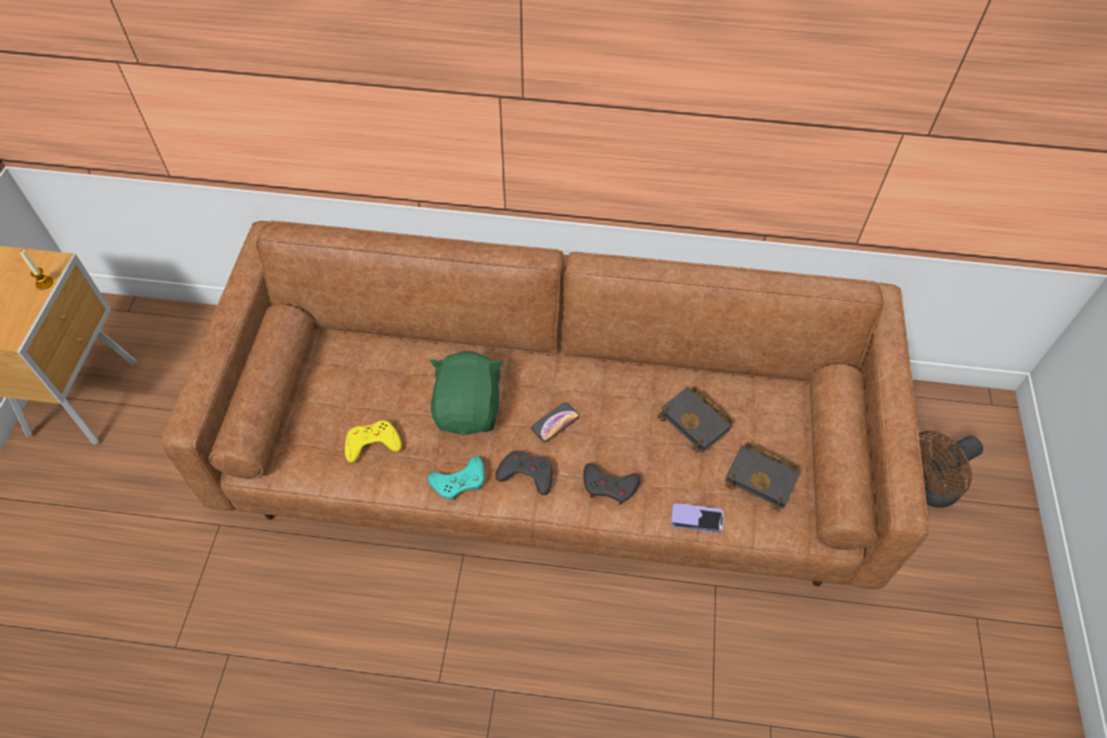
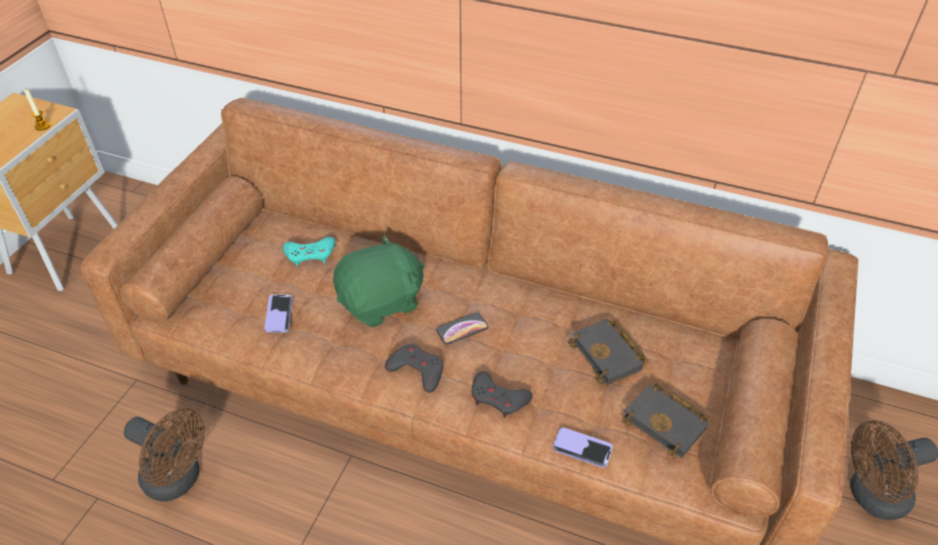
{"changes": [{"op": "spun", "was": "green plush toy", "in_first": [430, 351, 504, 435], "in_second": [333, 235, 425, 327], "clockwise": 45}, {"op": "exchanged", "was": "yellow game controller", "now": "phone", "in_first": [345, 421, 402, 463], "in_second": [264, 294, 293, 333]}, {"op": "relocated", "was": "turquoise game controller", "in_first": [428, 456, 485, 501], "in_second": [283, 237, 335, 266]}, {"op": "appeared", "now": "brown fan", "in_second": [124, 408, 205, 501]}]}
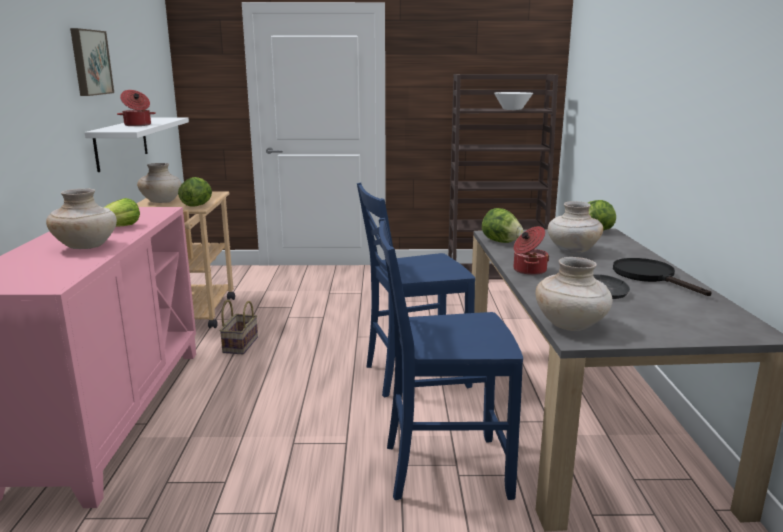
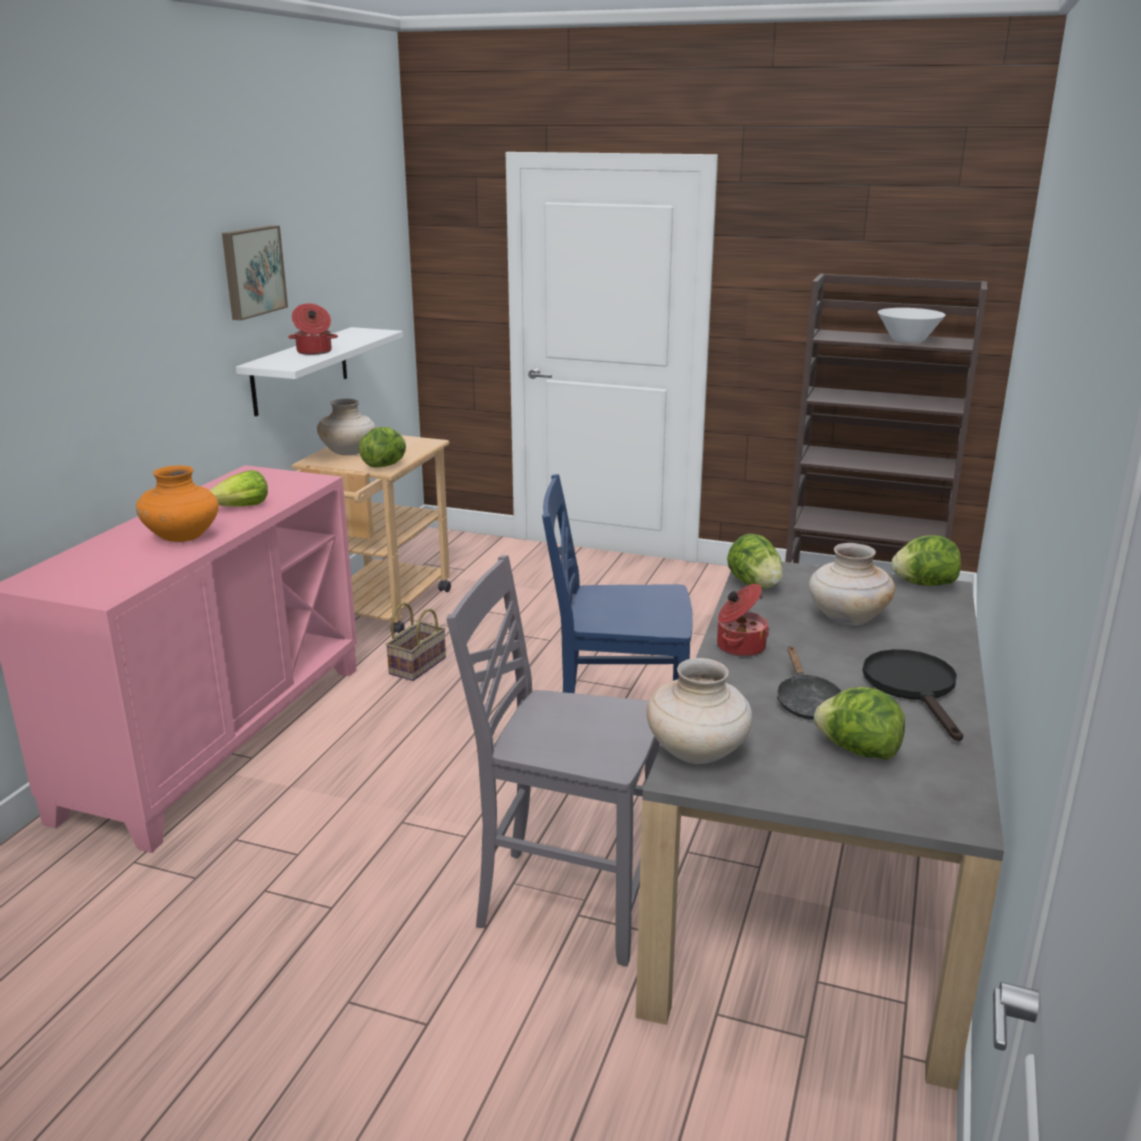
{"changes": [{"op": "colour", "was": "beige vase", "now": "orange vase", "in_first": [46, 189, 117, 249], "in_second": [136, 465, 219, 542]}, {"op": "colour", "was": "blue chair", "now": "grey chair", "in_first": [379, 218, 523, 500], "in_second": [446, 555, 660, 966]}, {"op": "appeared", "now": "lettuce", "in_second": [814, 687, 905, 760]}]}
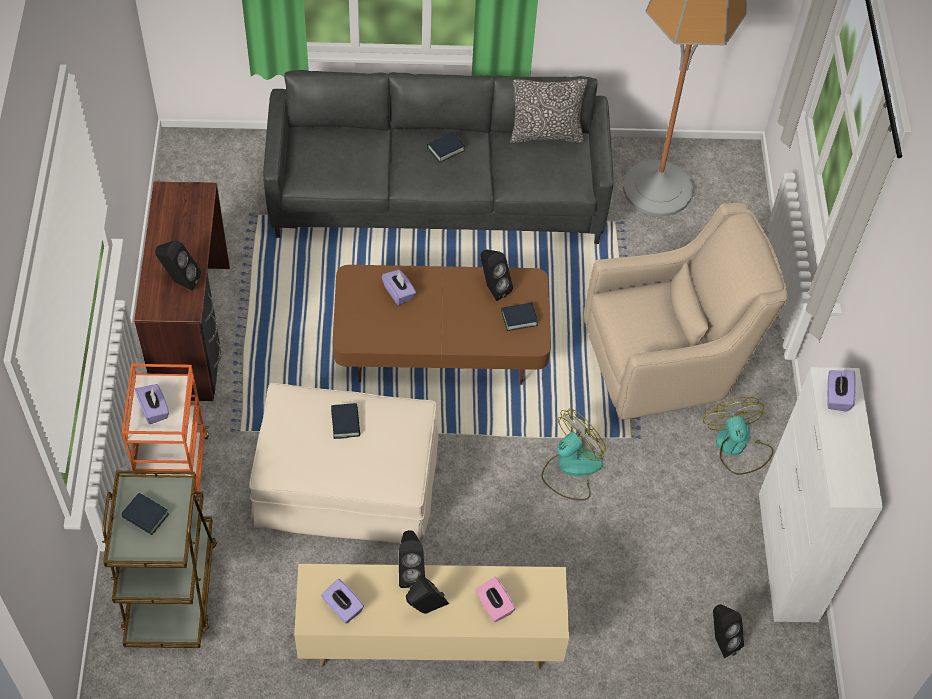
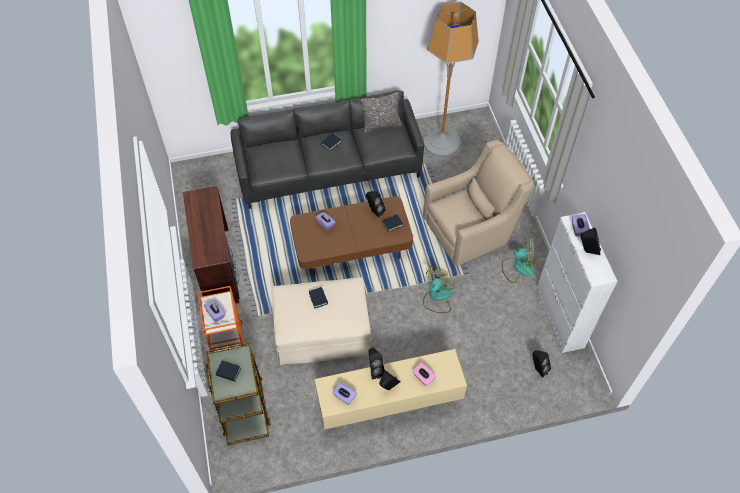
{"changes": [{"op": "relocated", "was": "black speaker", "in_first": [155, 240, 201, 291], "in_second": [581, 228, 601, 255]}, {"op": "spun", "was": "fan", "in_first": [703, 397, 774, 475], "in_second": [502, 236, 535, 283], "clockwise": 120}]}
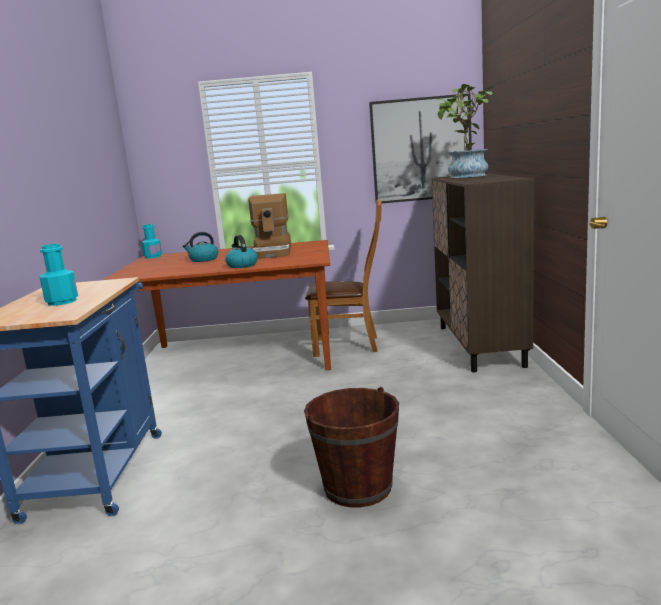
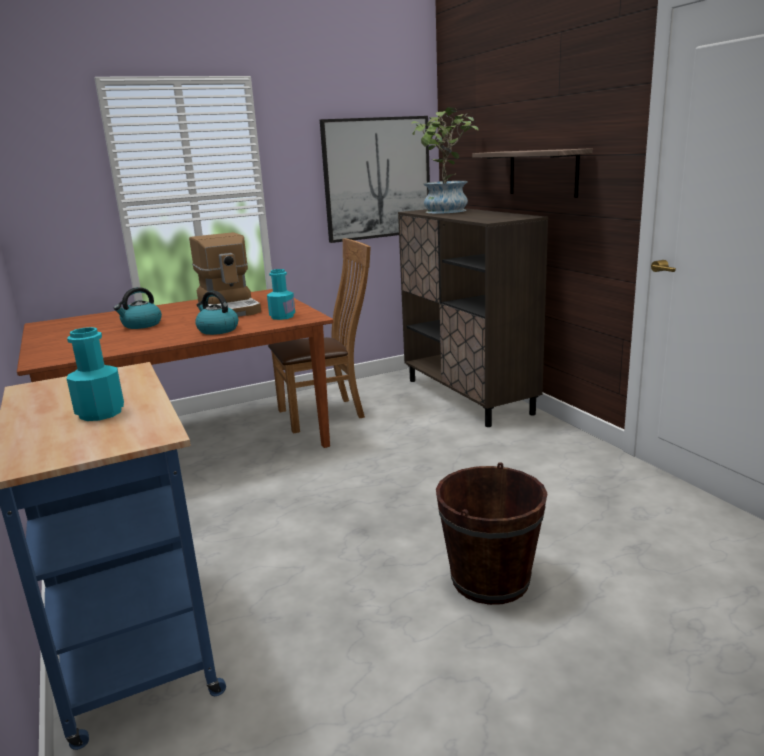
{"changes": [{"op": "relocated", "was": "turquoise bottle", "in_first": [141, 224, 162, 259], "in_second": [267, 269, 295, 320]}, {"op": "appeared", "now": "shelf", "in_second": [472, 148, 593, 198]}]}
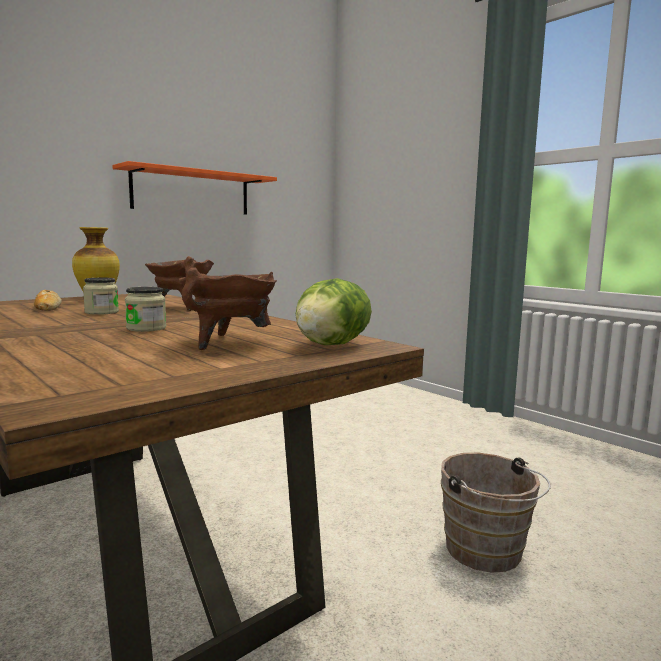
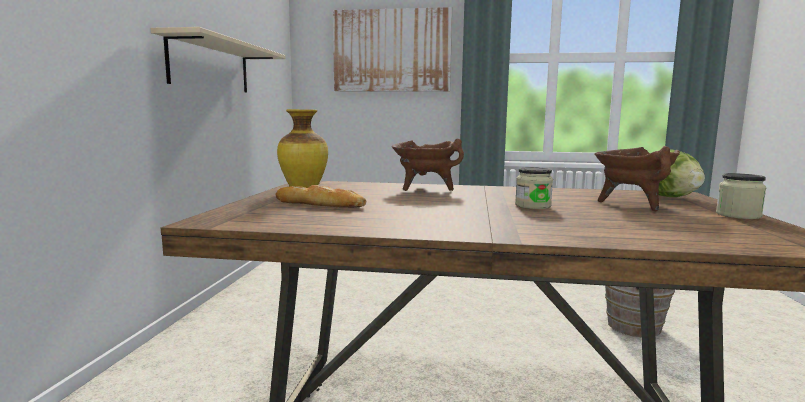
{"changes": [{"op": "colour", "was": "orange shelf", "now": "beige shelf", "in_first": [112, 161, 277, 215], "in_second": [151, 27, 286, 93]}, {"op": "relocated", "was": "jar", "in_first": [83, 278, 119, 315], "in_second": [716, 173, 767, 219]}, {"op": "appeared", "now": "picture", "in_second": [333, 7, 452, 92]}]}
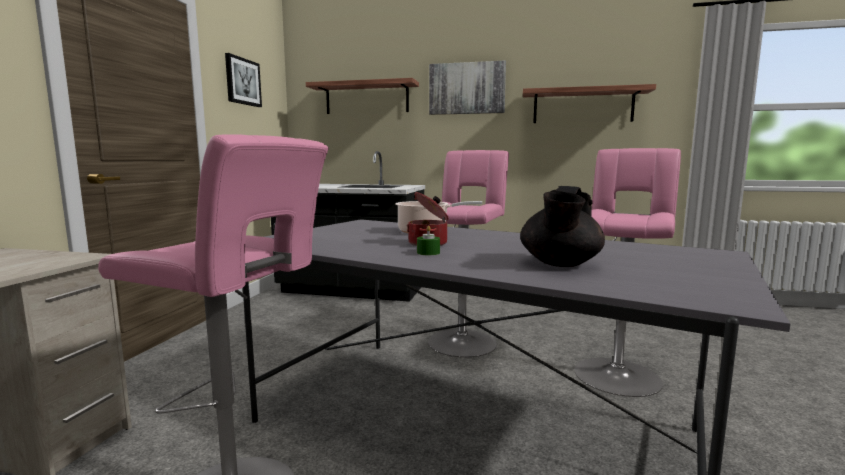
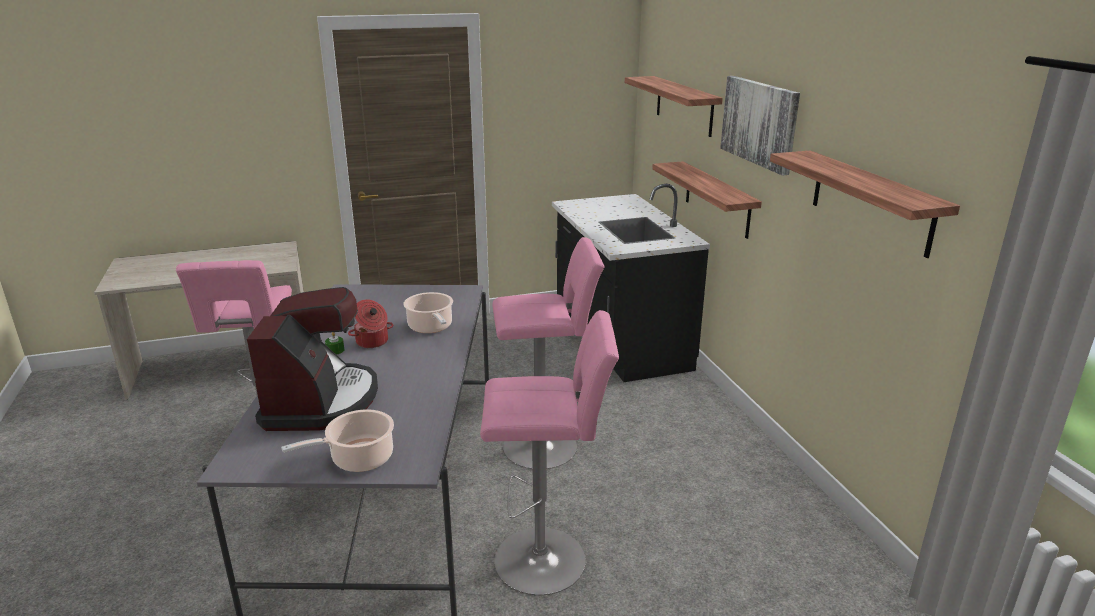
{"changes": [{"op": "missing", "was": "picture", "in_first": [225, 53, 262, 107]}, {"op": "exchanged", "was": "black teapot", "now": "coffee machine", "in_first": [520, 186, 605, 267], "in_second": [247, 287, 378, 431]}, {"op": "appeared", "now": "shelf", "in_second": [652, 161, 762, 239]}, {"op": "appeared", "now": "cooking pot", "in_second": [281, 409, 394, 472]}]}
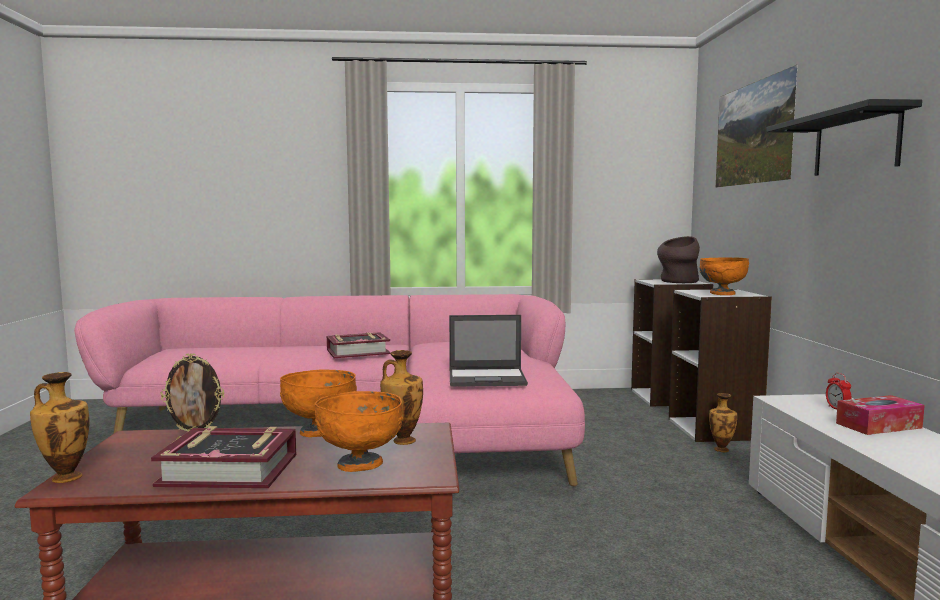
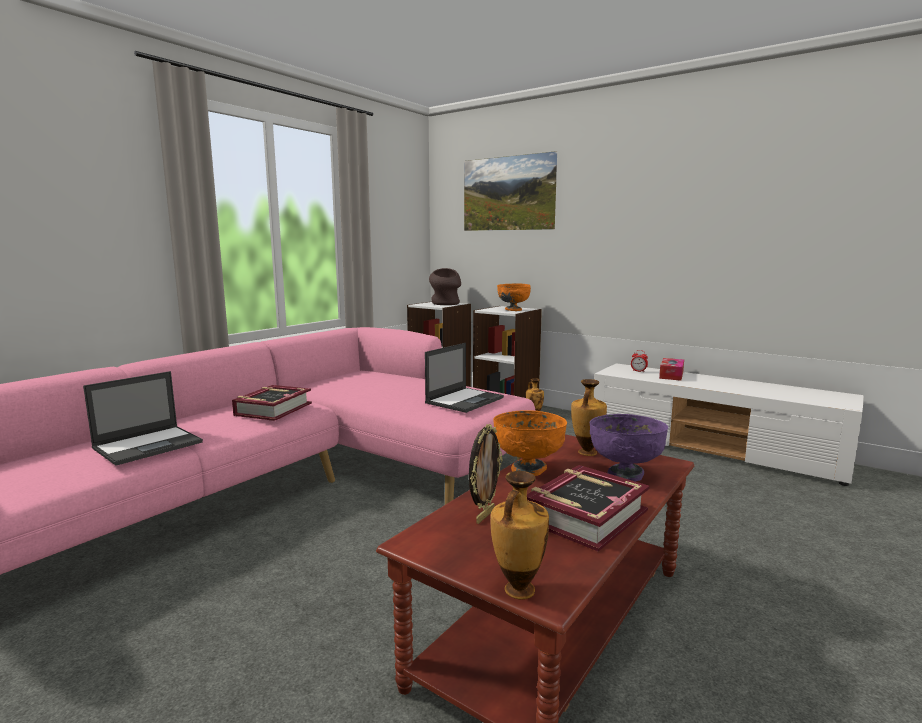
{"changes": [{"op": "missing", "was": "black shelf", "in_first": [766, 99, 922, 176]}, {"op": "colour", "was": "orange bowl", "now": "purple bowl", "in_first": [315, 391, 403, 472], "in_second": [590, 414, 668, 482]}, {"op": "appeared", "now": "laptop", "in_second": [83, 371, 203, 466]}]}
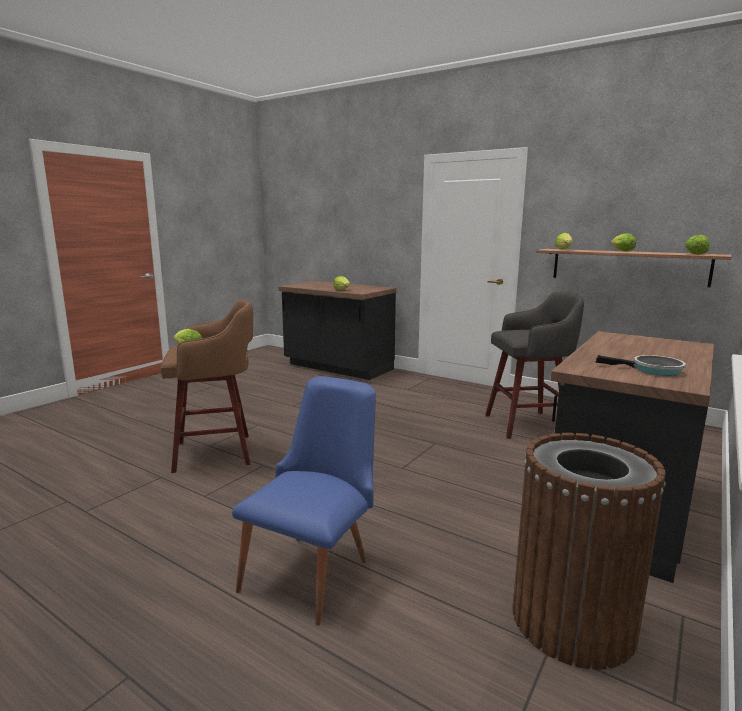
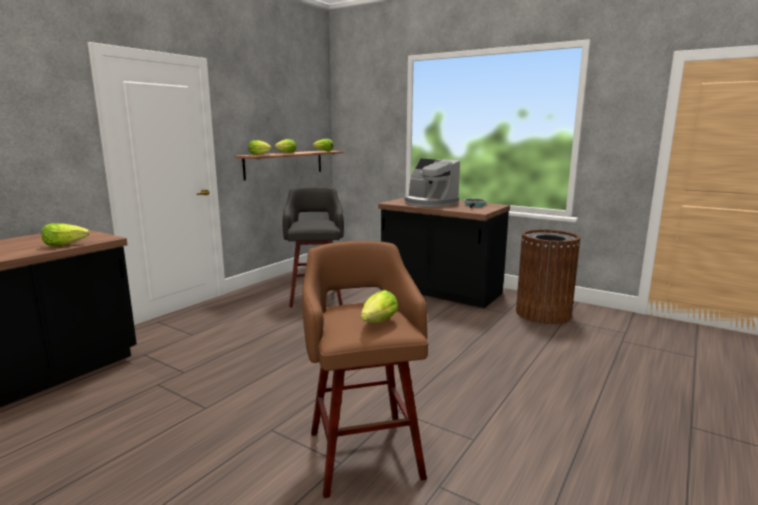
{"changes": [{"op": "missing", "was": "blue chair", "in_first": [232, 376, 376, 626]}, {"op": "appeared", "now": "coffee machine", "in_second": [404, 158, 460, 207]}]}
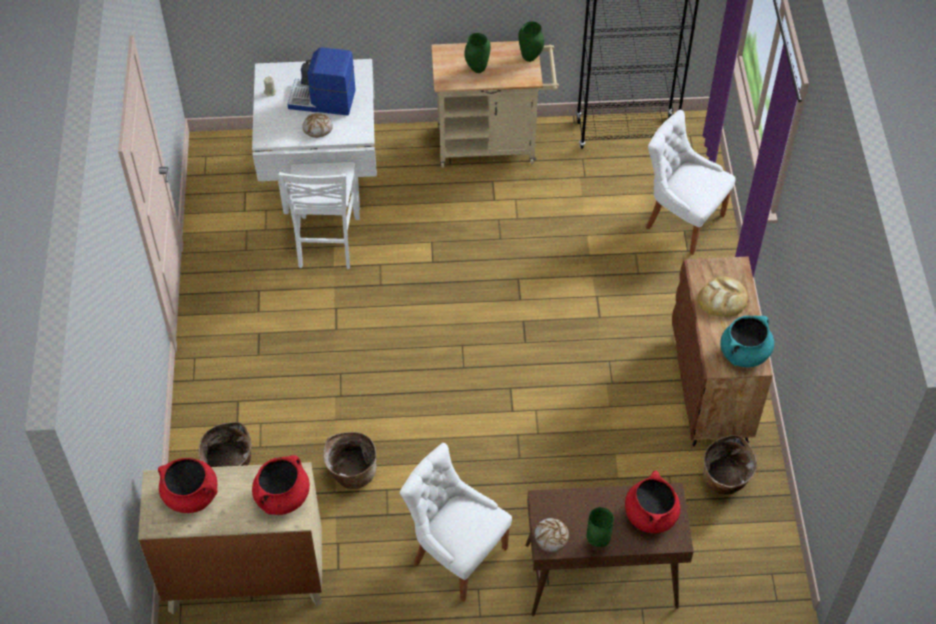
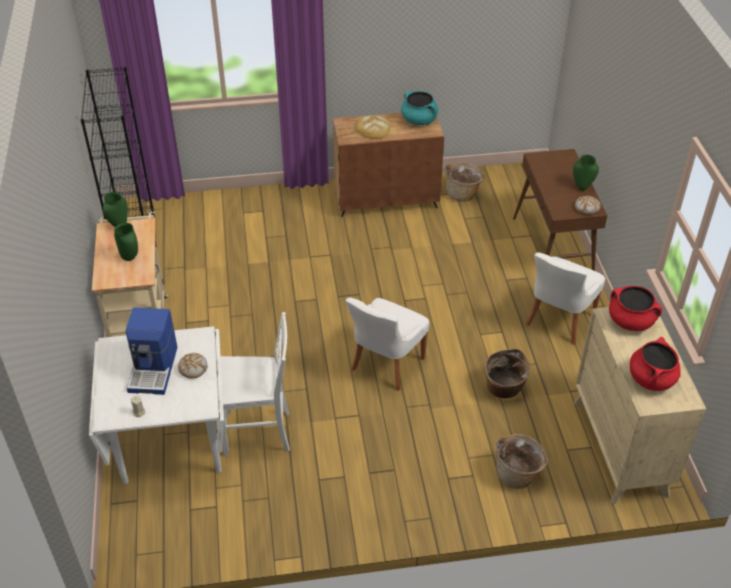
{"changes": [{"op": "relocated", "was": "white chair", "in_first": [646, 110, 736, 255], "in_second": [345, 298, 430, 391]}, {"op": "missing", "was": "red cooking pot", "in_first": [625, 471, 680, 533]}]}
